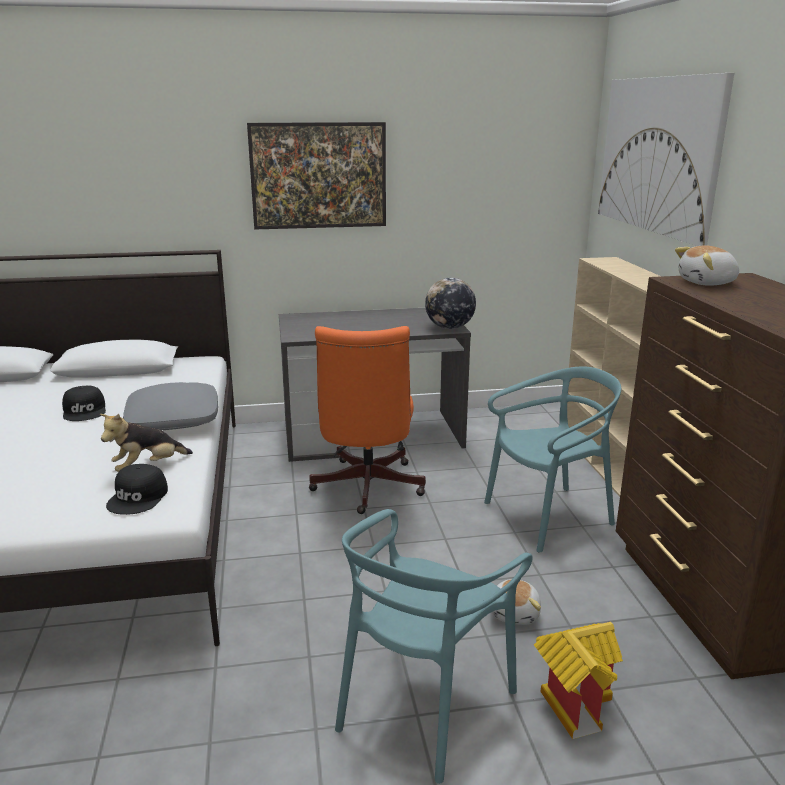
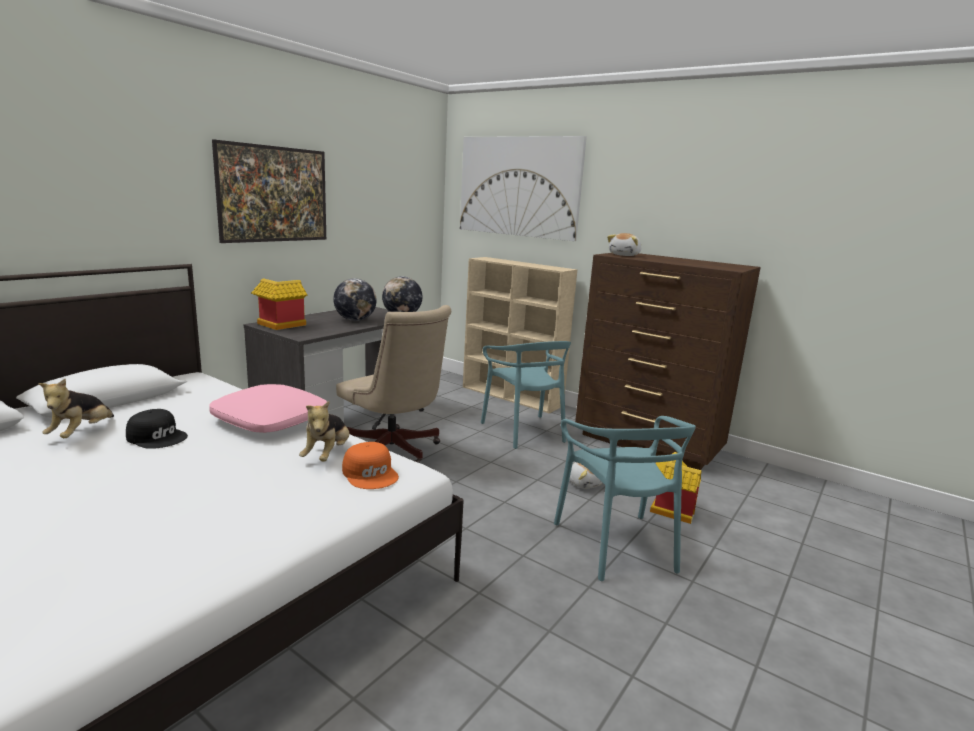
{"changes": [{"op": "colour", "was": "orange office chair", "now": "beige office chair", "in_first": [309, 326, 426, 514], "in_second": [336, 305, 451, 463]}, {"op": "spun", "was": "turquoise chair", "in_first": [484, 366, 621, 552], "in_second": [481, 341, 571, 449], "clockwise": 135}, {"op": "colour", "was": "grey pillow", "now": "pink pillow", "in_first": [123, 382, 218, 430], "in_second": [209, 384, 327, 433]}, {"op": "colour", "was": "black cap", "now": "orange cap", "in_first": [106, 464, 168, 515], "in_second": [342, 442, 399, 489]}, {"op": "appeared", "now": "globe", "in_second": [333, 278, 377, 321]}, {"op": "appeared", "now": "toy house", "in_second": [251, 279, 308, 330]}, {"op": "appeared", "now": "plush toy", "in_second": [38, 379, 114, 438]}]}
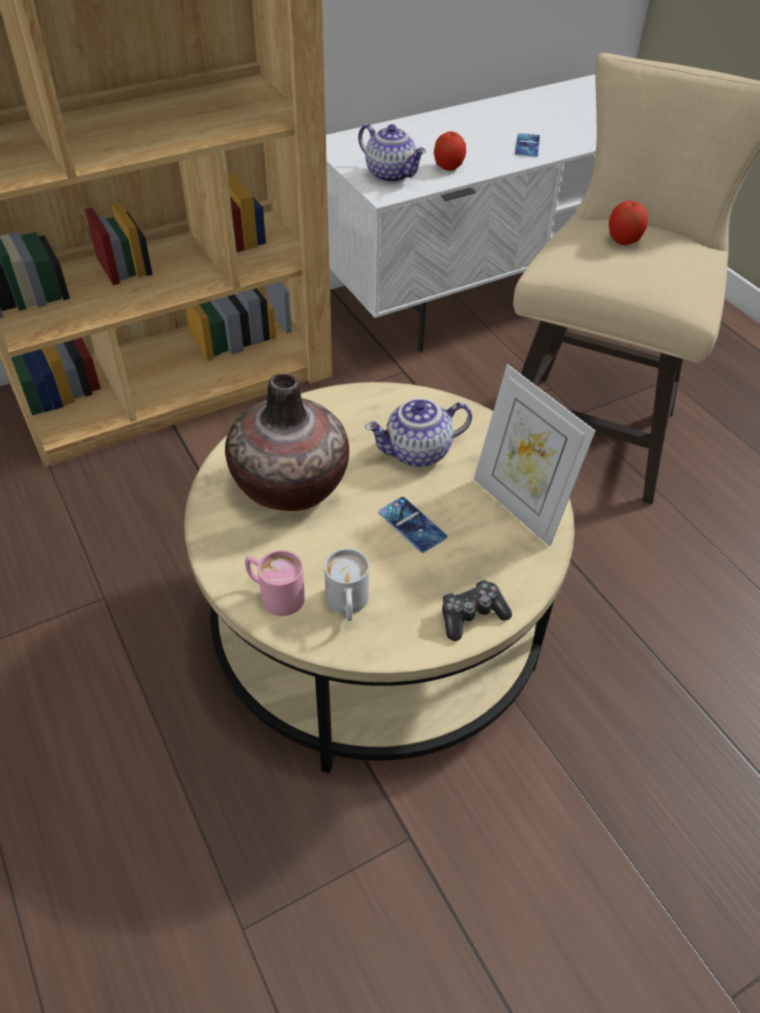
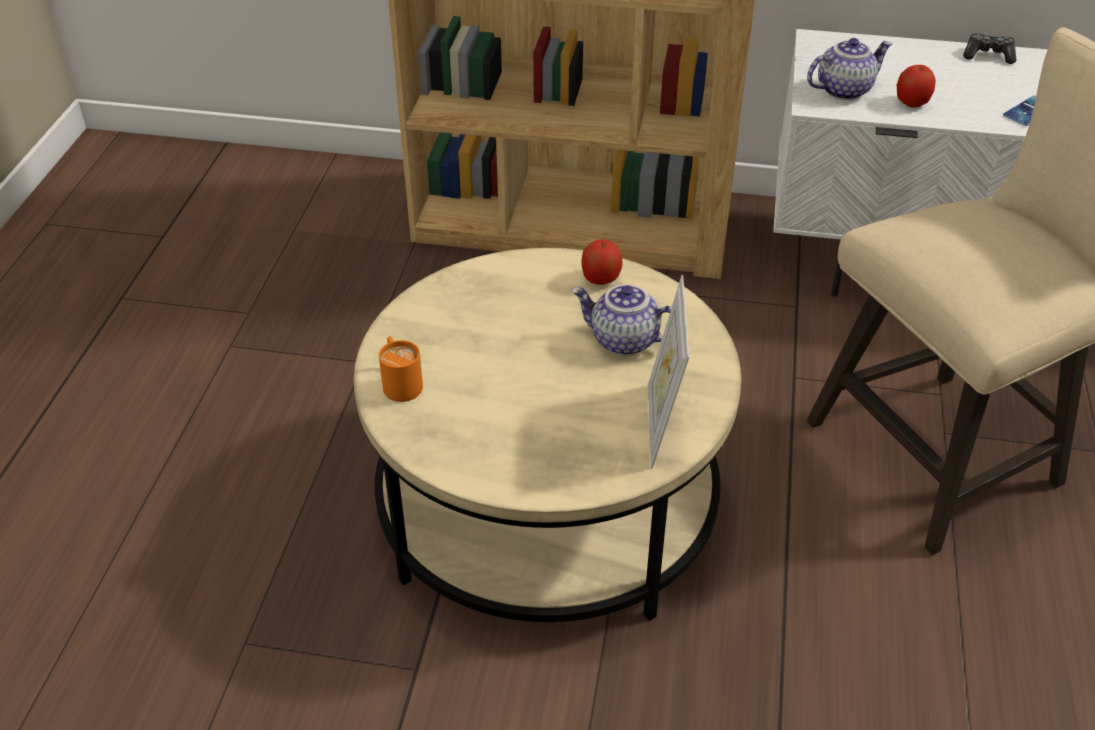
{"changes": [{"op": "spun", "was": "teapot", "in_first": [358, 124, 426, 183], "in_second": [807, 38, 892, 100], "clockwise": -105}, {"op": "relocated", "was": "apple", "in_first": [609, 200, 649, 245], "in_second": [581, 239, 622, 285]}, {"op": "missing", "was": "vase", "in_first": [225, 373, 349, 511]}, {"op": "missing", "was": "phone", "in_first": [379, 497, 447, 553]}, {"op": "missing", "was": "white mug", "in_first": [324, 549, 369, 621]}, {"op": "colour", "was": "pink mug", "now": "orange mug", "in_first": [245, 550, 305, 616], "in_second": [379, 336, 423, 402]}, {"op": "relocated", "was": "game controller", "in_first": [442, 580, 512, 641], "in_second": [963, 33, 1016, 64]}]}
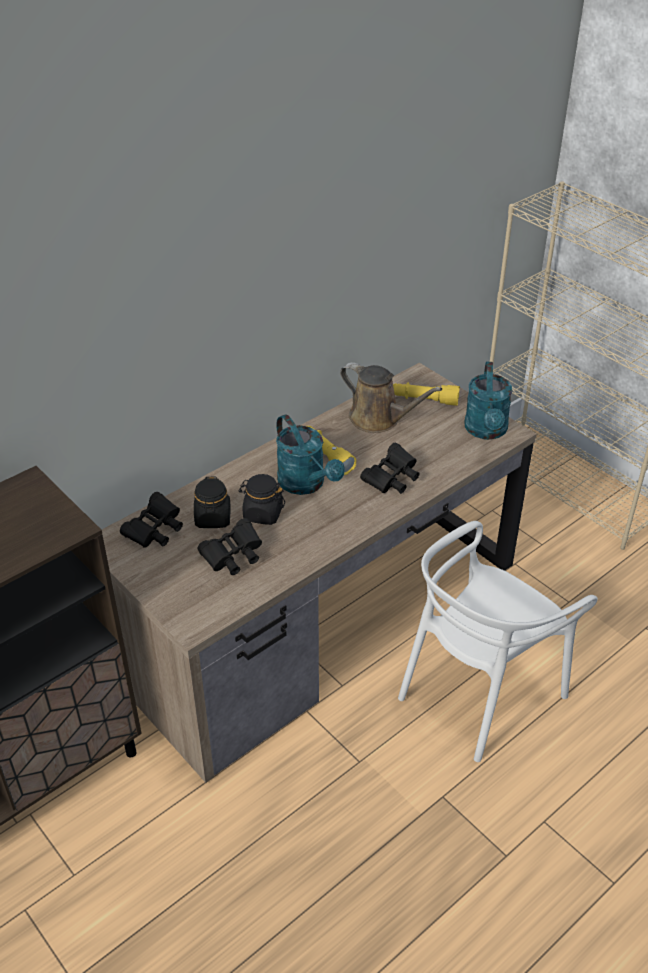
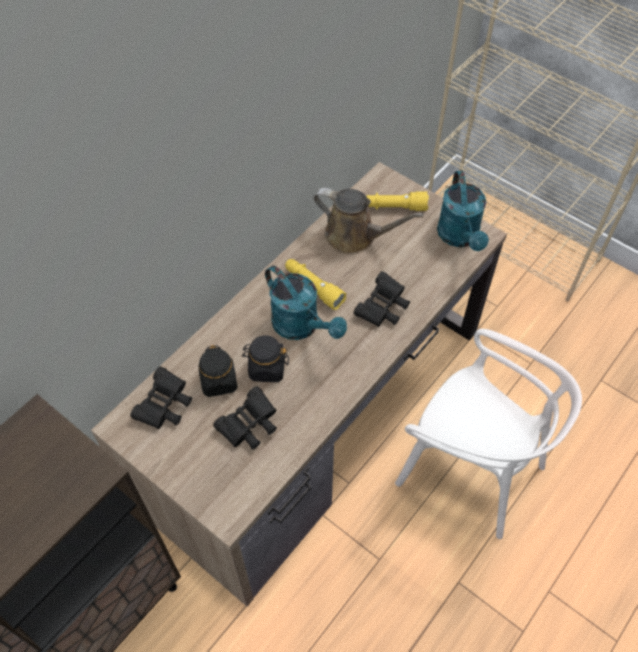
{"changes": [{"op": "spun", "was": "white chair", "in_first": [398, 521, 598, 762], "in_second": [395, 329, 582, 539], "clockwise": -90}]}
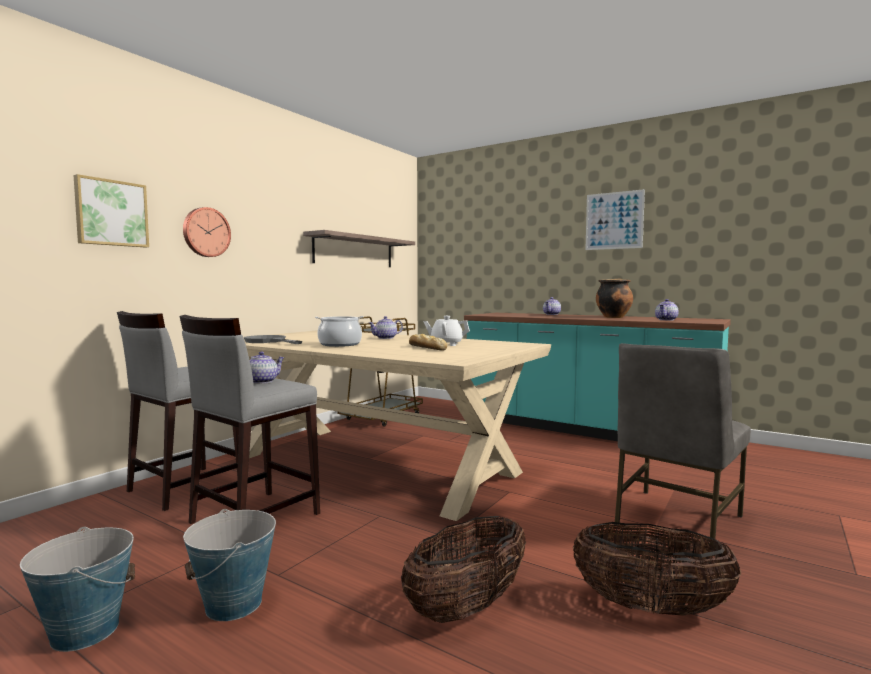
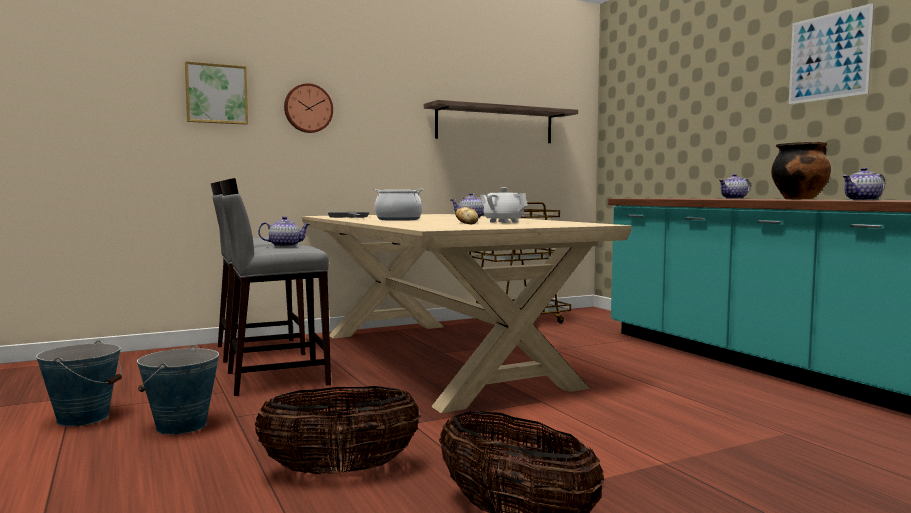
{"changes": [{"op": "missing", "was": "grey chair", "in_first": [615, 343, 751, 548]}]}
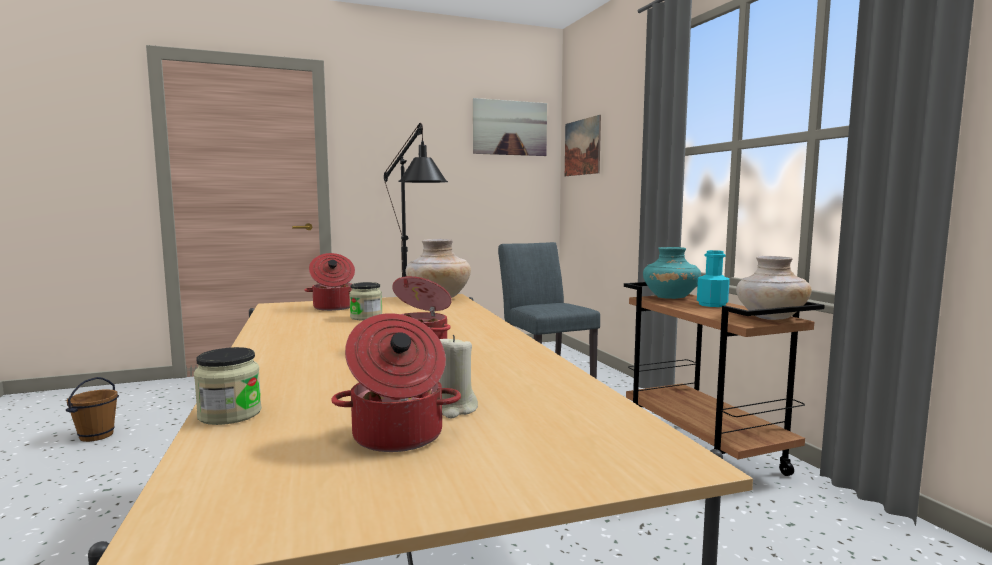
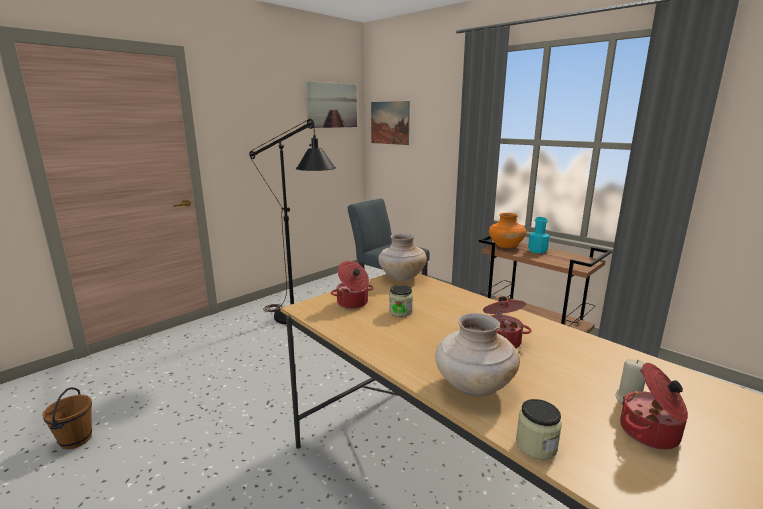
{"changes": [{"op": "colour", "was": "turquoise vase", "now": "orange vase", "in_first": [643, 247, 701, 299], "in_second": [489, 213, 526, 248]}, {"op": "relocated", "was": "beige vase", "in_first": [736, 256, 812, 320], "in_second": [435, 313, 520, 397]}]}
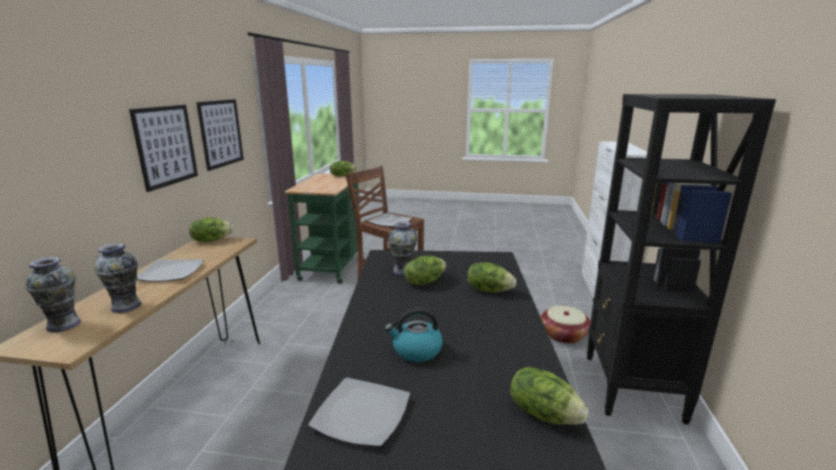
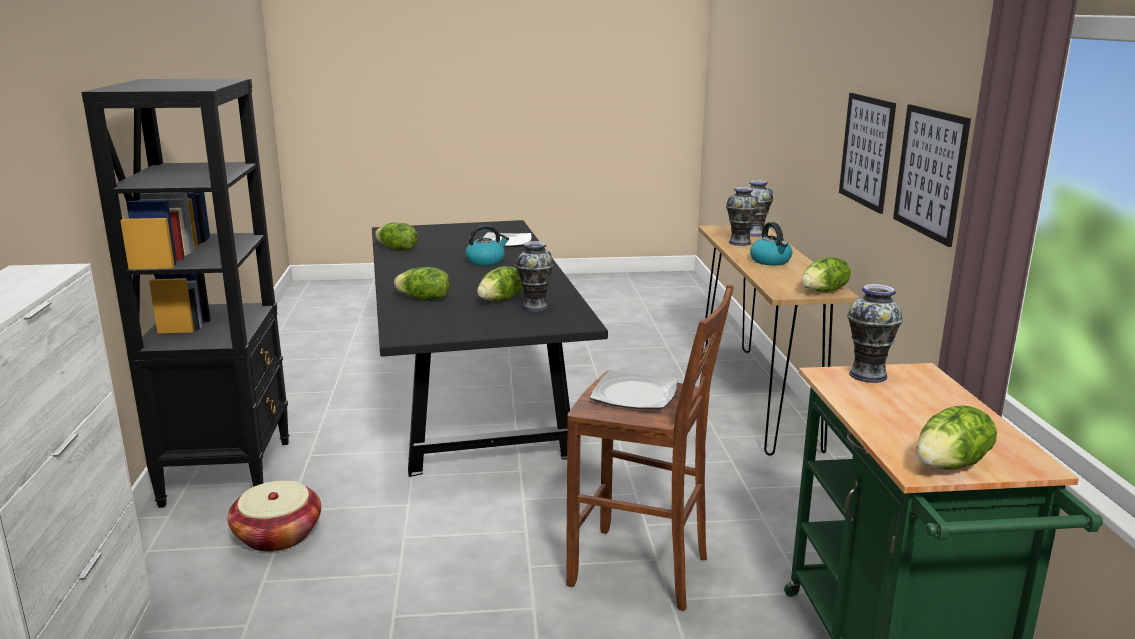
{"changes": [{"op": "exchanged", "was": "plate", "now": "kettle", "in_first": [137, 259, 204, 282], "in_second": [750, 222, 793, 265]}, {"op": "appeared", "now": "vase", "in_second": [847, 284, 903, 383]}]}
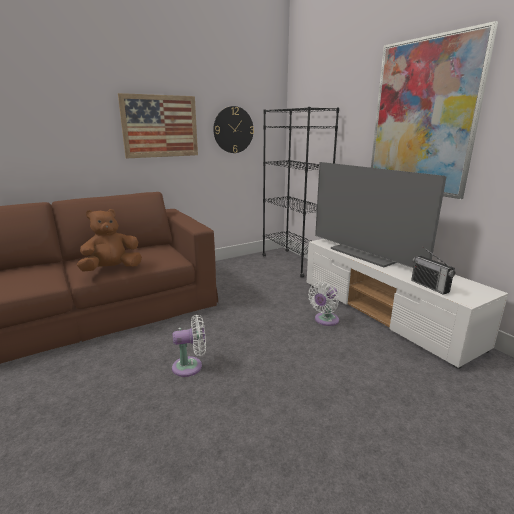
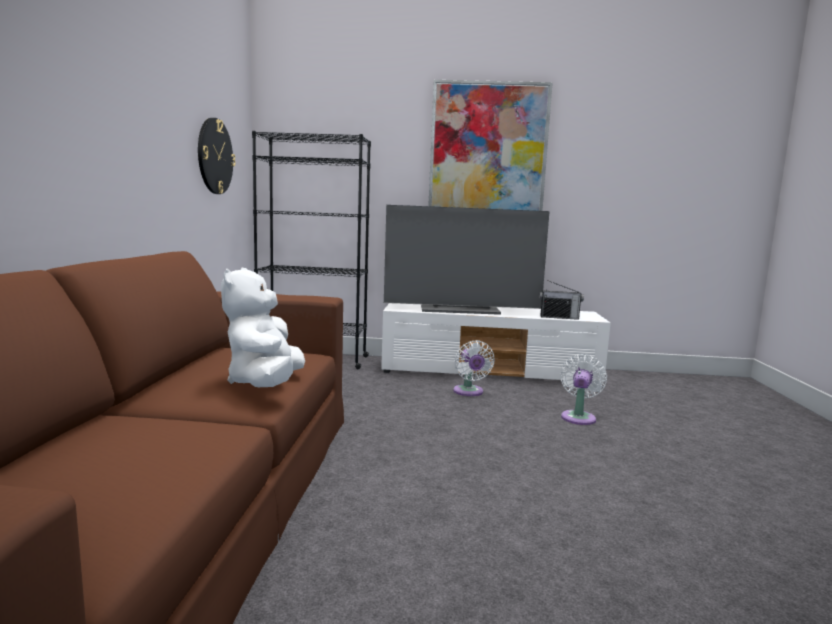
{"changes": [{"op": "missing", "was": "picture", "in_first": [118, 93, 198, 158]}, {"op": "colour", "was": "brown plush toy", "now": "white plush toy", "in_first": [77, 209, 142, 272], "in_second": [221, 268, 305, 387]}, {"op": "relocated", "was": "white fan", "in_first": [172, 315, 206, 377], "in_second": [560, 354, 607, 425]}]}
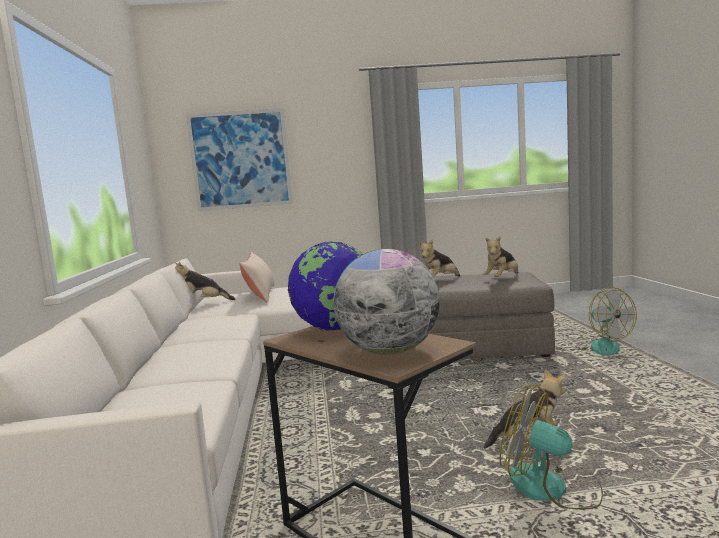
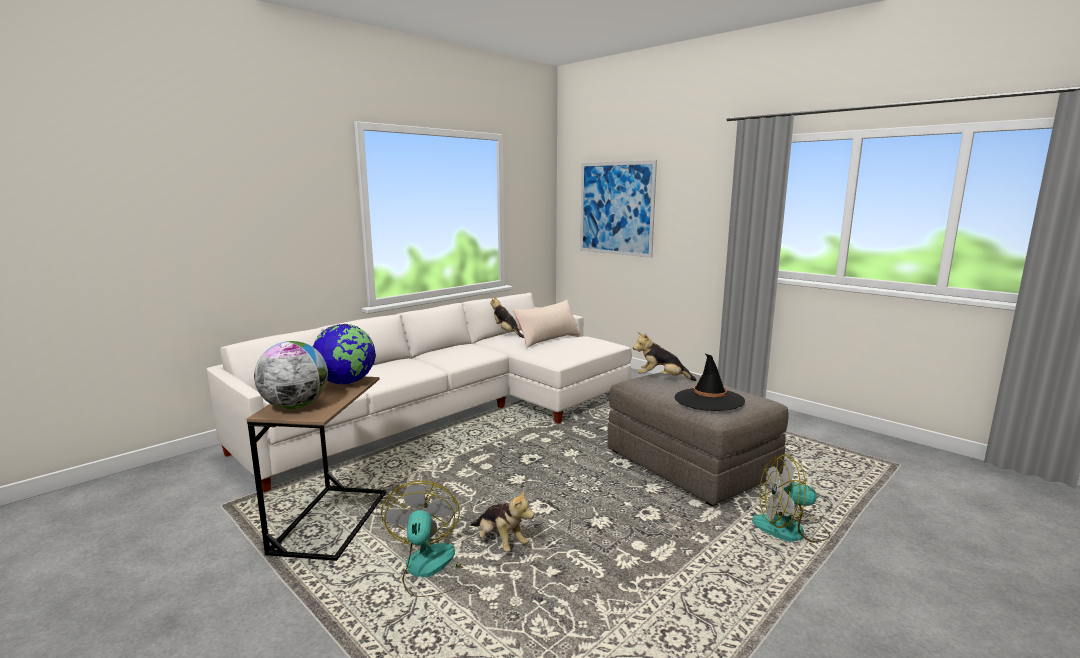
{"changes": [{"op": "exchanged", "was": "plush toy", "now": "black hat", "in_first": [483, 236, 518, 277], "in_second": [675, 354, 745, 411]}, {"op": "spun", "was": "fan", "in_first": [574, 287, 637, 355], "in_second": [752, 455, 830, 543], "clockwise": 60}]}
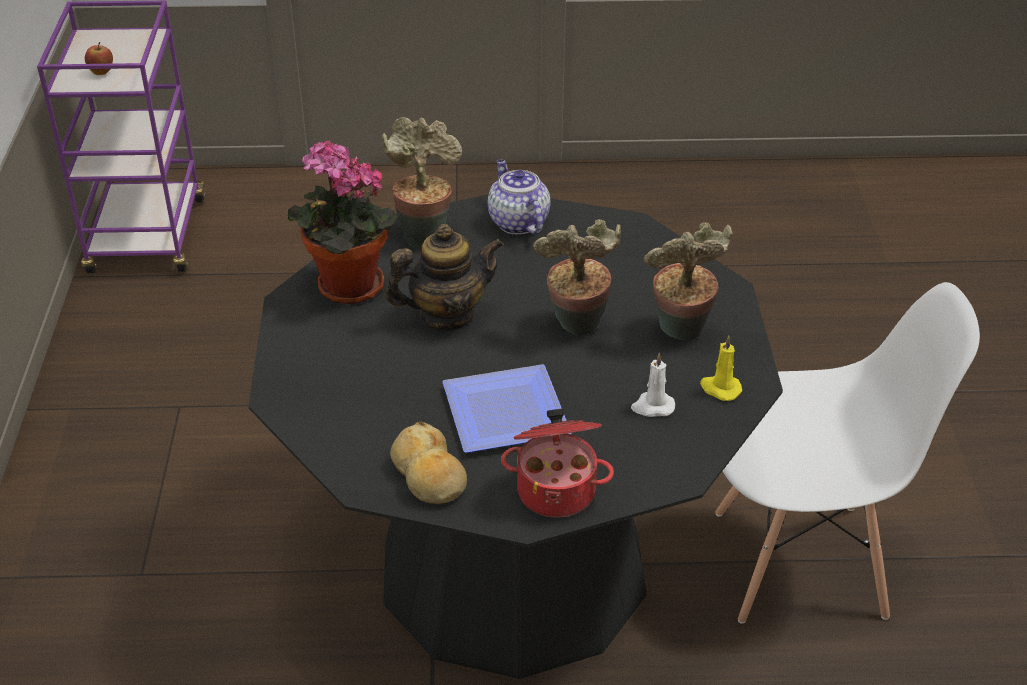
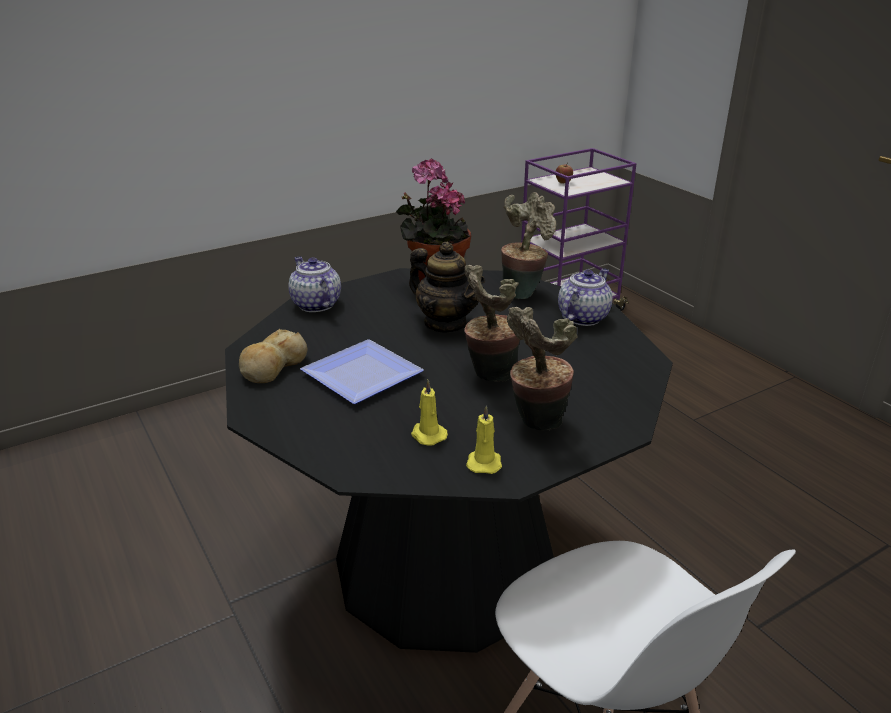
{"changes": [{"op": "colour", "was": "white candle", "now": "yellow candle", "in_first": [631, 352, 675, 417], "in_second": [411, 380, 448, 446]}, {"op": "missing", "was": "cooking pot", "in_first": [501, 409, 614, 518]}, {"op": "appeared", "now": "teapot", "in_second": [288, 256, 341, 312]}]}
